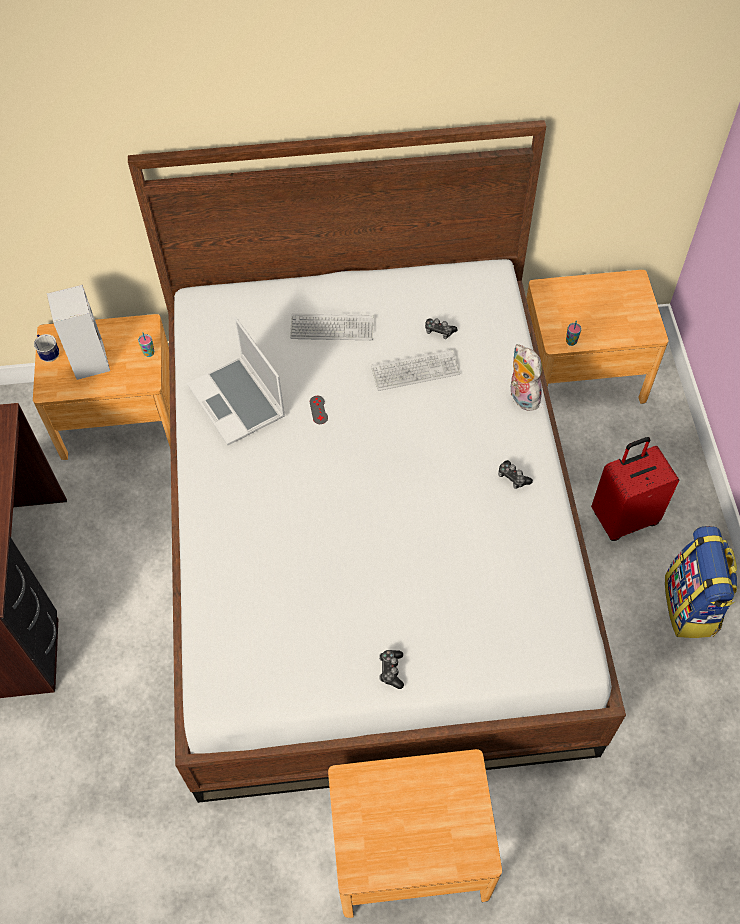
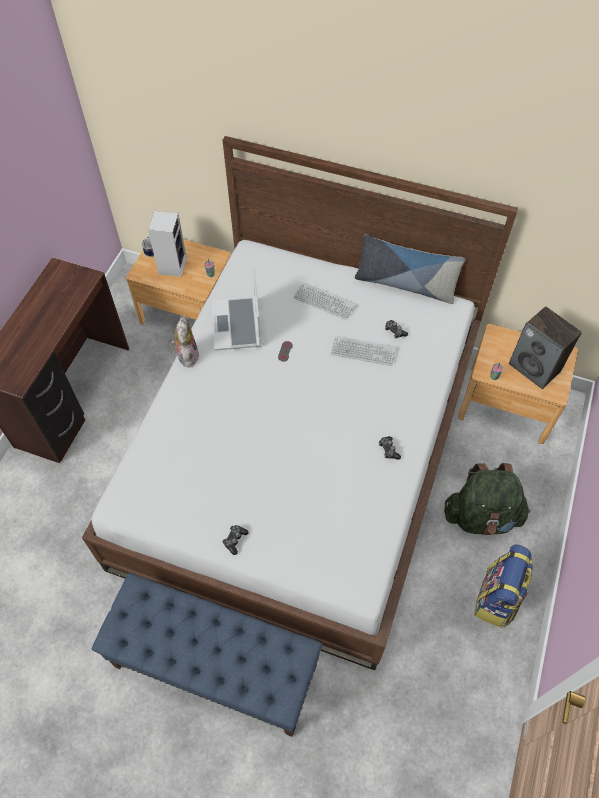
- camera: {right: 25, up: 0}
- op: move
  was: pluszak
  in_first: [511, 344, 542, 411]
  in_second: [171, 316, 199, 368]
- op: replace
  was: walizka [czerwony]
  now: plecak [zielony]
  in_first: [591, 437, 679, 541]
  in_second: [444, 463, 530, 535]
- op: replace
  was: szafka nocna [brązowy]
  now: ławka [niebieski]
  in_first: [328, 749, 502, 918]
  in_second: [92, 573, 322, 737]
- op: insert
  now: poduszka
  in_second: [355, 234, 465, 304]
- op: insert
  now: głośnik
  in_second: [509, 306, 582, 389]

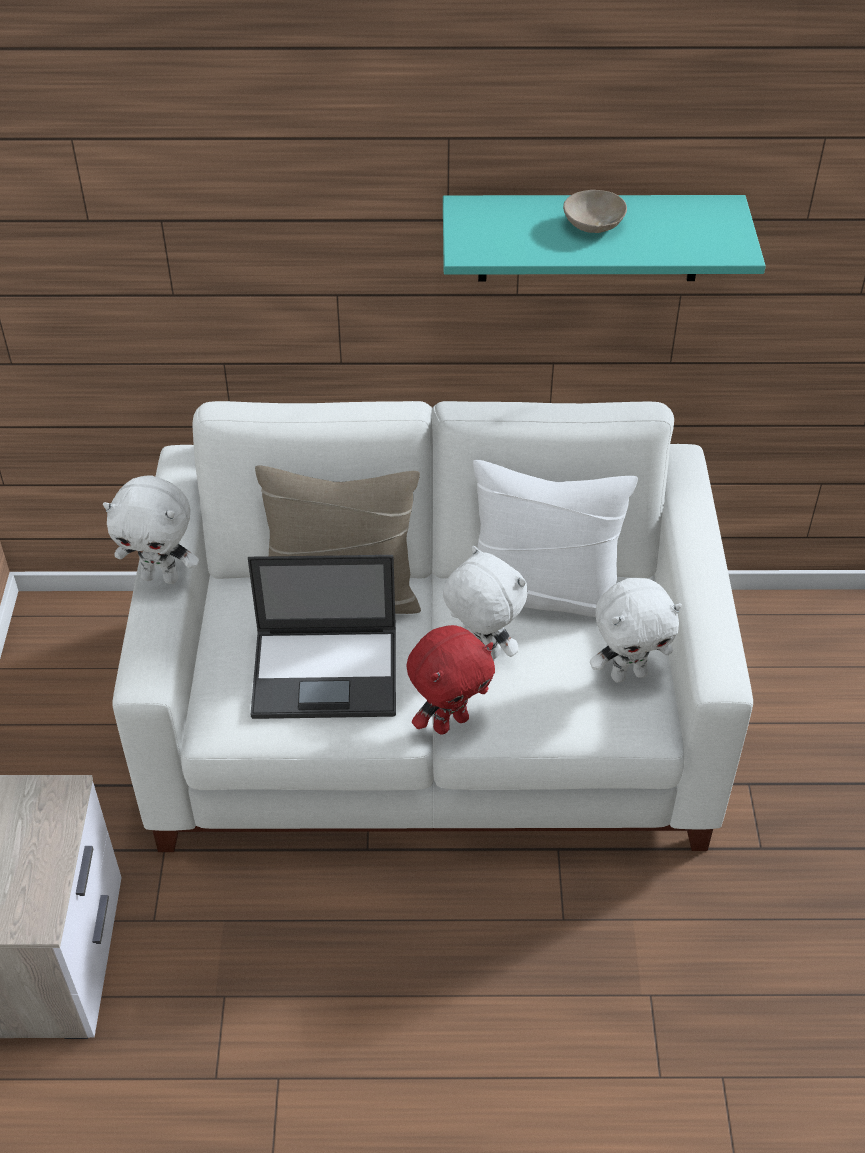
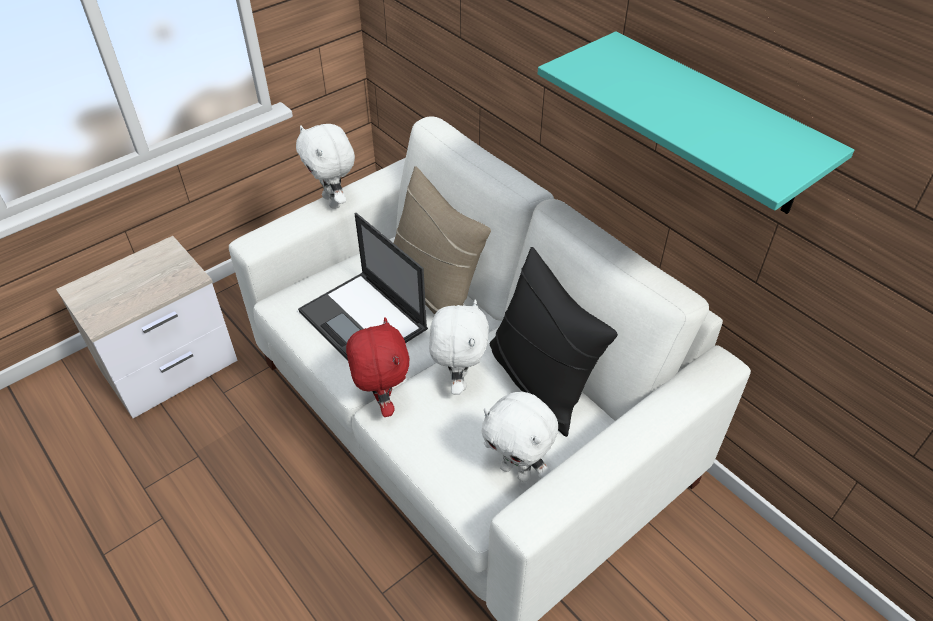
- camera: {right: 50, up: 0}
- op: delete
  was: miska [beżowy]
  in_first: [563, 190, 627, 233]
- op: recolor
  was: poduszka [biały]
  now: poduszka [czarny]
  in_first: [473, 460, 638, 617]
  in_second: [489, 247, 618, 437]
- op: rotate
  was: pluszak [czerwony]
  in_first: [407, 625, 495, 735]
  in_second: [346, 317, 410, 417]
  clockwise: -120

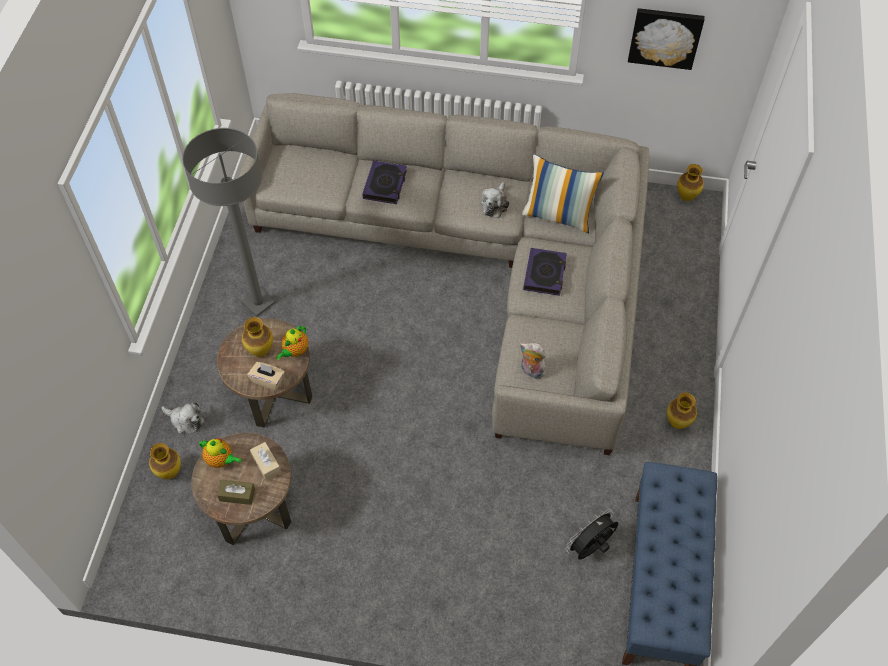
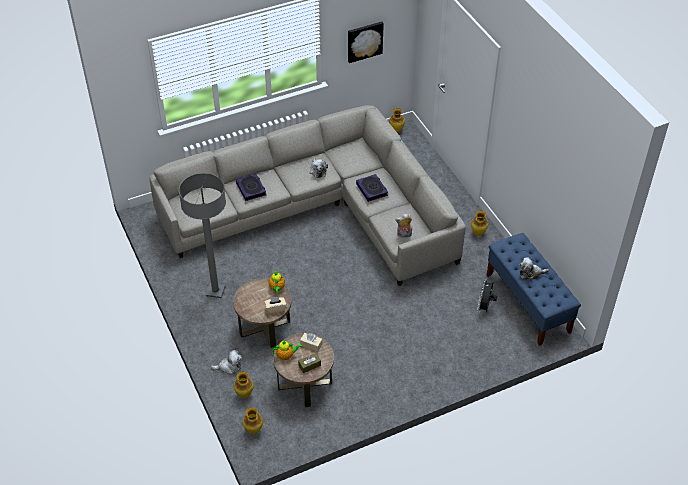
- camera: {right: -35, up: -10}
- op: delete
  was: poduszka
  in_first: [522, 154, 604, 233]
- op: move
  was: wazon
  in_first: [242, 317, 273, 357]
  in_second: [243, 407, 263, 434]
- op: insert
  now: pluszak
  in_second: [520, 257, 549, 281]

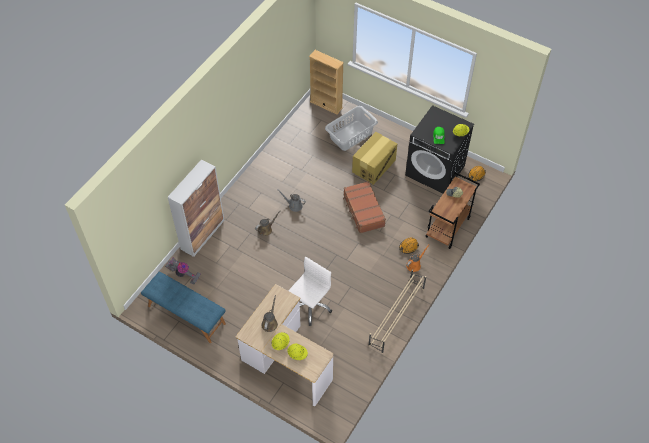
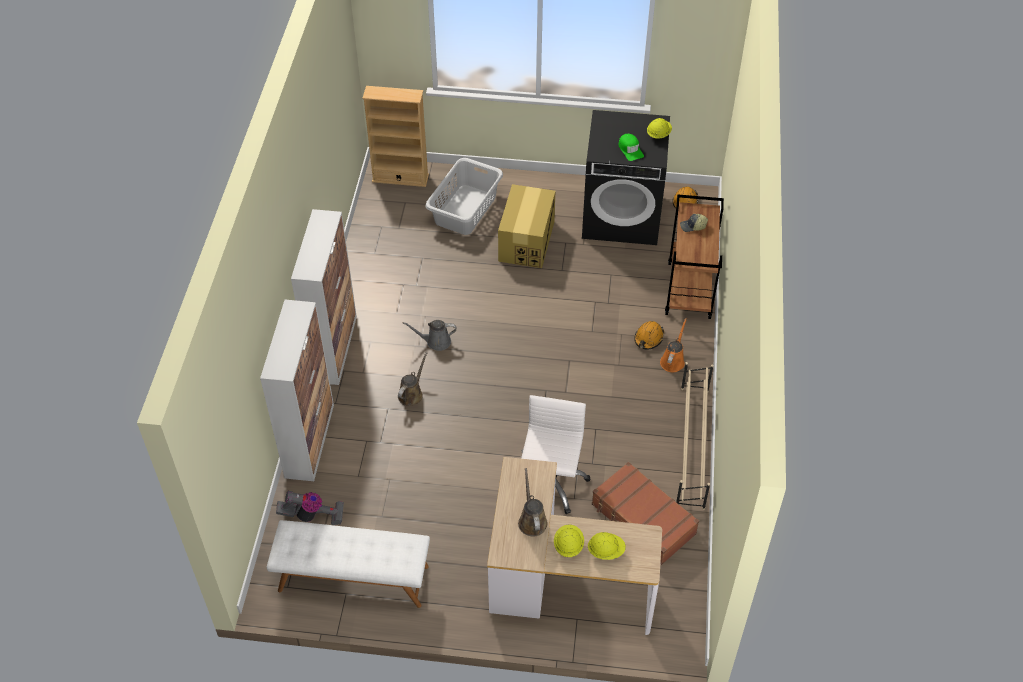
- camera: {right: -25, up: -5}
- op: move
  was: walizka [brązowy]
  in_first: [343, 181, 386, 233]
  in_second: [592, 462, 699, 565]
- op: recolor
  was: ławka [niebieski]
  now: ławka [biały]
  in_first: [141, 271, 226, 343]
  in_second: [266, 520, 430, 608]
- op: insert
  now: szafka
  in_second: [291, 209, 357, 385]

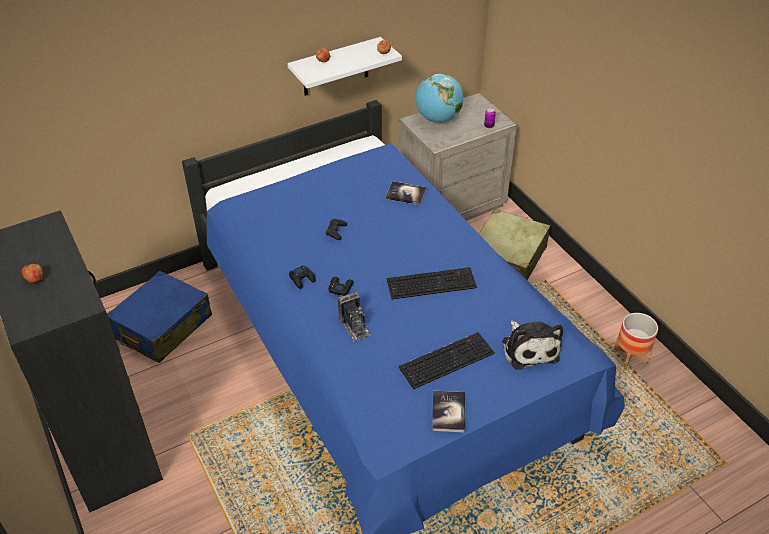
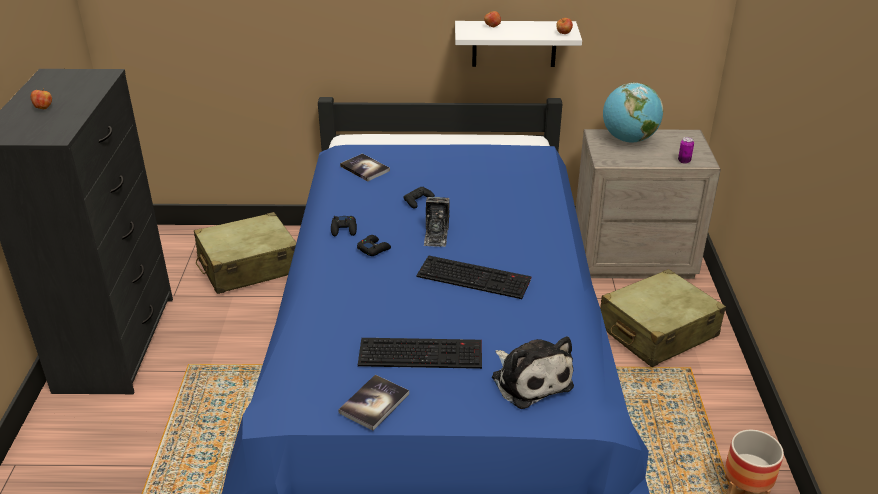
- camera: {right: 30, up: -10}
- op: move
  was: książka
  in_first: [386, 181, 427, 205]
  in_second: [340, 153, 390, 182]
- op: recolor
  was: walizka [niebieski]
  now: walizka [beżowy]
  in_first: [107, 271, 212, 363]
  in_second: [194, 212, 296, 294]
- op: move
  was: aparat fotograficzny
  in_first: [338, 292, 371, 342]
  in_second: [423, 197, 450, 247]
- op: rotate
  was: pluszak
  in_first: [502, 320, 563, 370]
  in_second: [492, 336, 574, 409]
  clockwise: -45

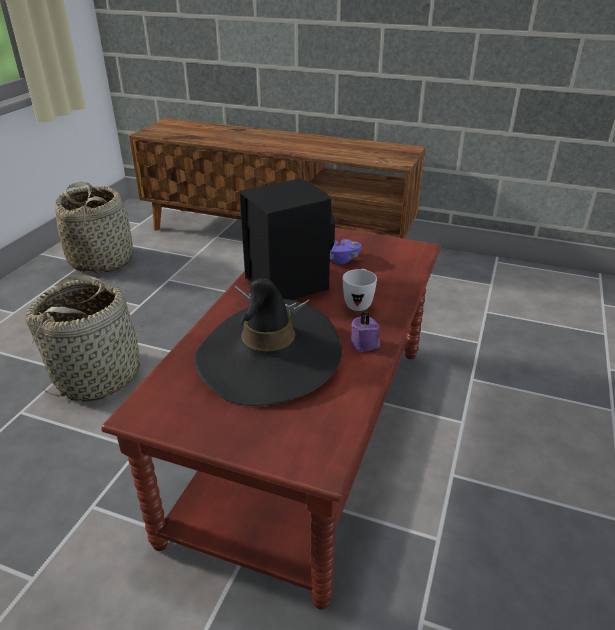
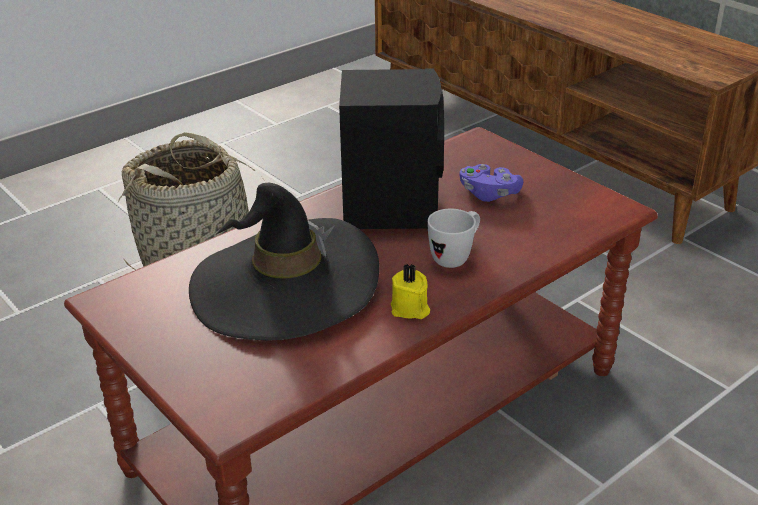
- camera: {right: 30, up: 0}
- op: delete
  was: koszyk
  in_first: [55, 182, 133, 273]
- op: recolor
  was: świeca [fioletowy]
  now: świeca [żółty]
  in_first: [349, 311, 380, 352]
  in_second: [391, 263, 430, 319]

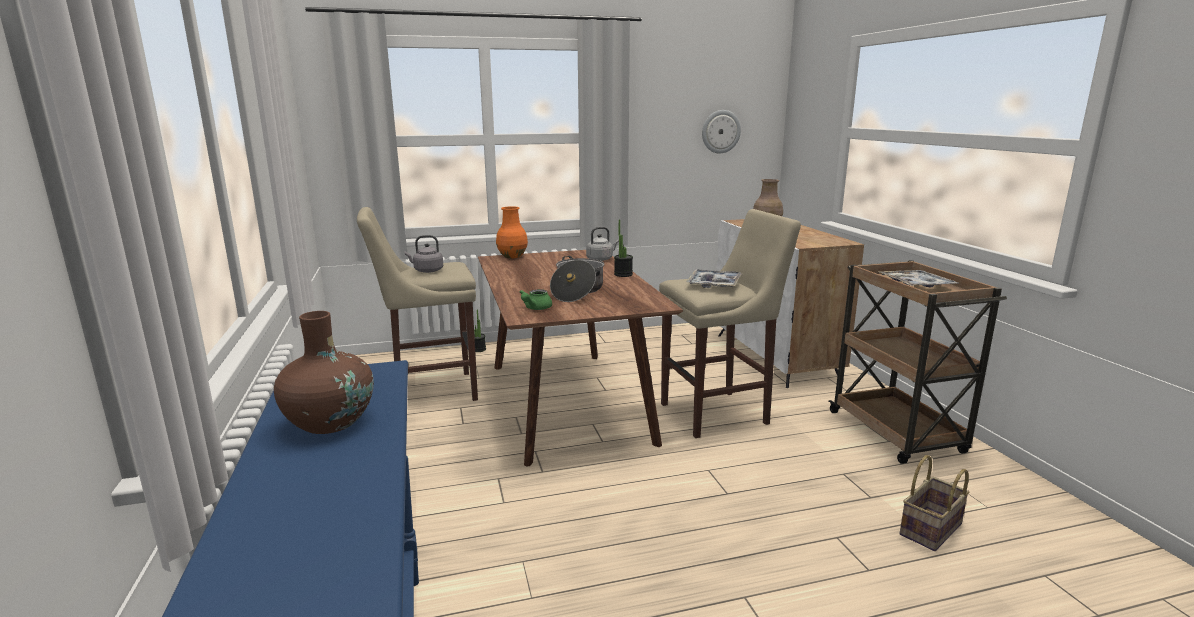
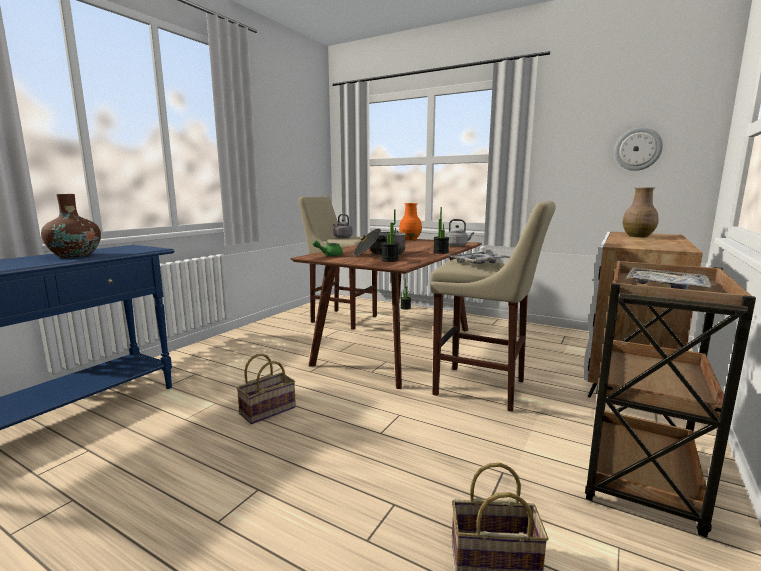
- camera: {right: 45, up: -5}
- op: insert
  now: roślina doniczkowa
  in_second: [381, 209, 399, 262]
- op: insert
  now: koszyk
  in_second: [236, 354, 296, 424]

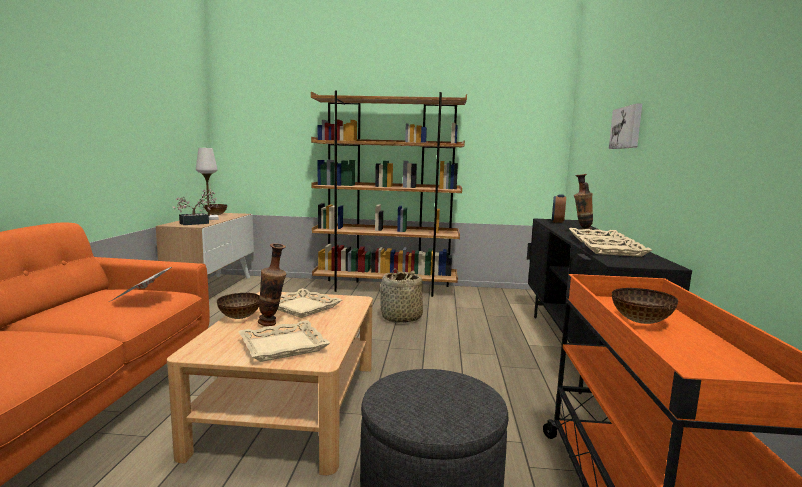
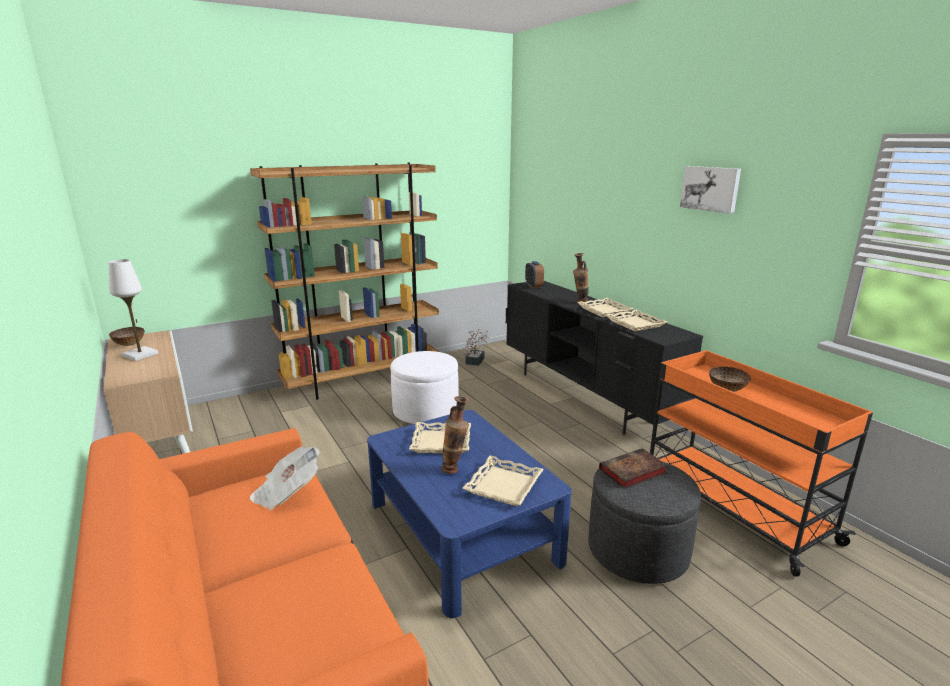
- camera: {right: -35, up: 10}
- op: move
  was: obraz
  in_first: [609, 103, 642, 149]
  in_second: [680, 166, 741, 214]
- op: move
  was: roślina doniczkowa
  in_first: [172, 189, 218, 225]
  in_second: [465, 329, 489, 366]
- op: replace
  was: koszyk
  now: pufa [biały]
  in_first: [380, 269, 423, 323]
  in_second: [390, 351, 459, 424]
- op: recolor
  was: ława [beżowy]
  now: ława [niebieski]
  in_first: [167, 292, 373, 475]
  in_second: [367, 410, 572, 618]
- op: delete
  was: miska
  in_first: [217, 293, 260, 319]
- op: insert
  now: książka
  in_second: [599, 448, 668, 489]

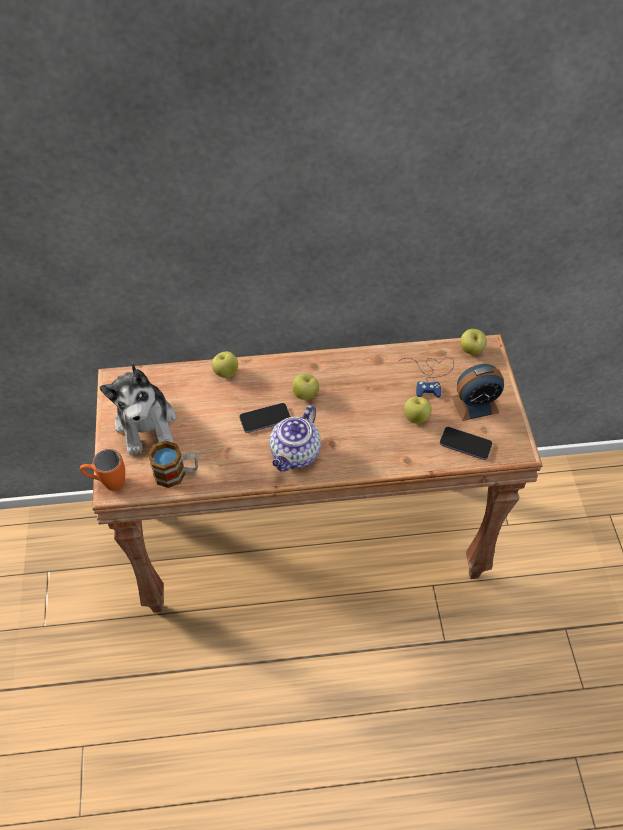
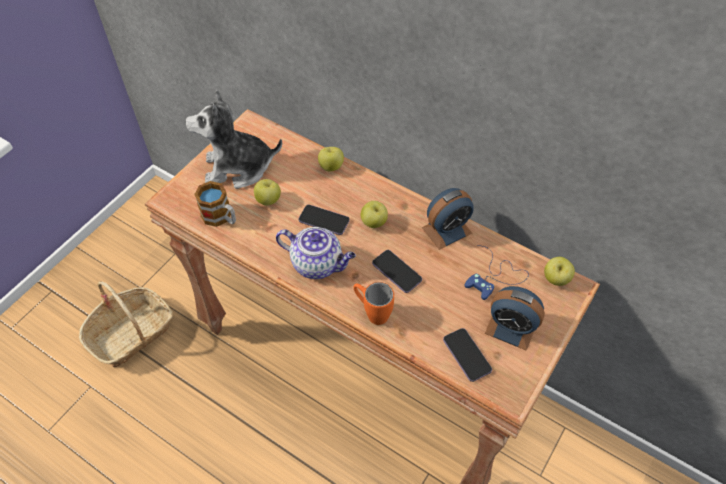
- camera: {right: 40, up: 0}
- op: rotate
  was: pluszak
  in_first: [100, 362, 176, 456]
  in_second: [185, 90, 282, 189]
  clockwise: 60
- op: move
  was: jabłko
  in_first: [404, 397, 432, 423]
  in_second: [254, 179, 281, 205]
- op: rotate
  was: imbryk
  in_first: [269, 405, 321, 472]
  in_second: [276, 227, 356, 279]
  clockwise: -135
- op: move
  was: kubek [pomarańczowy]
  in_first: [80, 449, 125, 491]
  in_second: [353, 282, 394, 325]
- op: insert
  now: budzik
  in_second: [422, 188, 474, 250]
- op: insert
  now: telefon
  in_second: [372, 250, 422, 293]
- op: insert
  now: koszyk
  in_second: [79, 281, 173, 367]

